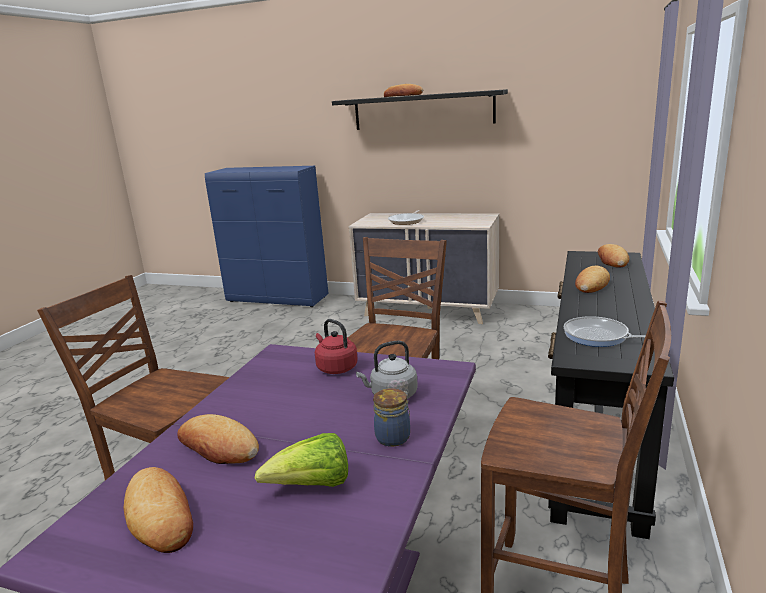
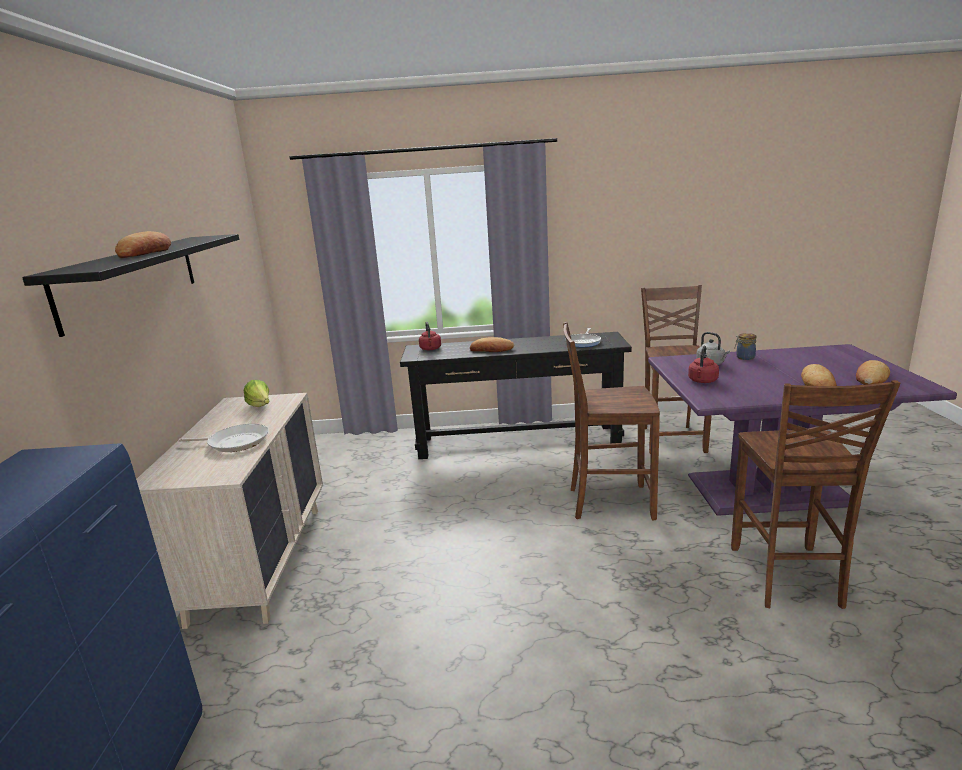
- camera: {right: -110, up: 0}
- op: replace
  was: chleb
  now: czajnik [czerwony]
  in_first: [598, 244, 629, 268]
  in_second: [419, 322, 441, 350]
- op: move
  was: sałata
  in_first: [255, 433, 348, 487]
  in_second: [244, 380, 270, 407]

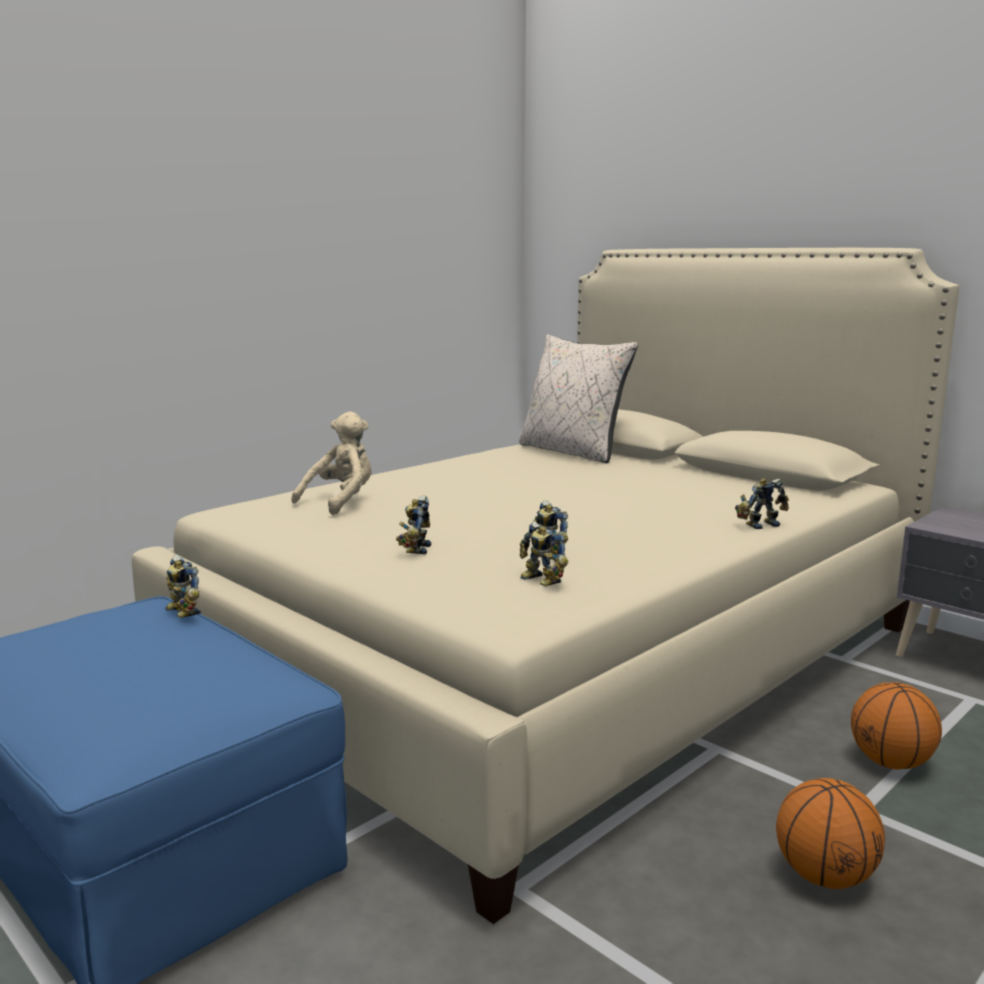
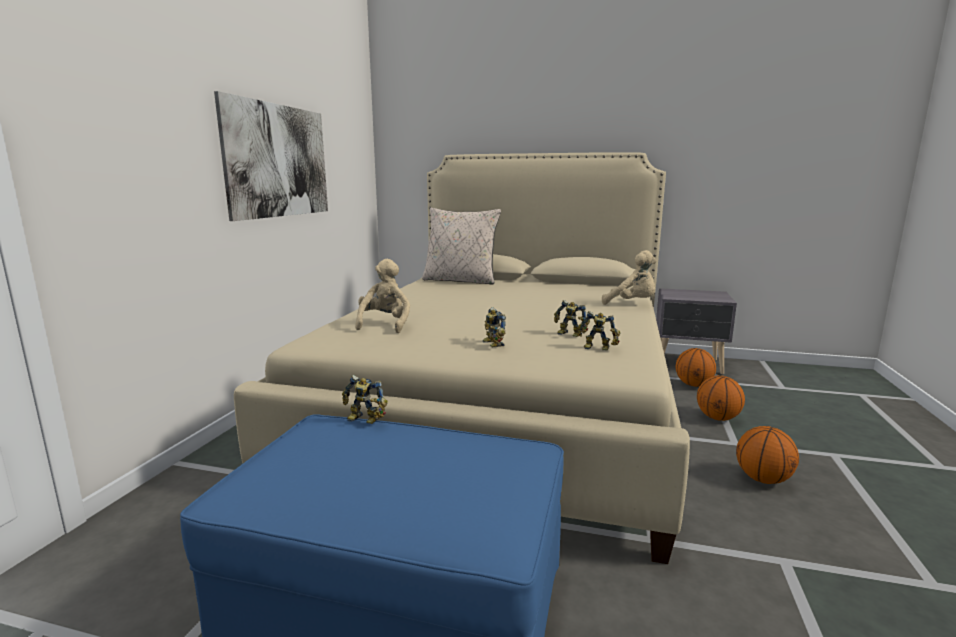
- camera: {right: -30, up: 0}
- op: replace
  was: robot zabawkowy
  now: pluszak [beżowy]
  in_first: [735, 478, 789, 529]
  in_second: [602, 250, 656, 305]
- op: insert
  now: obraz
  in_second: [214, 91, 328, 221]
- op: insert
  now: piłka do koszykówki
  in_second: [676, 348, 716, 387]

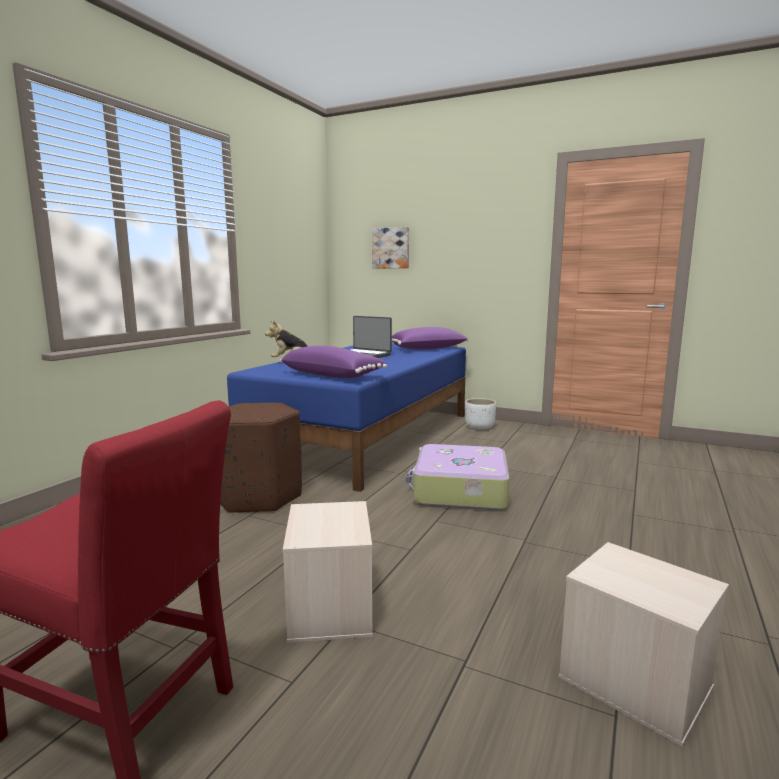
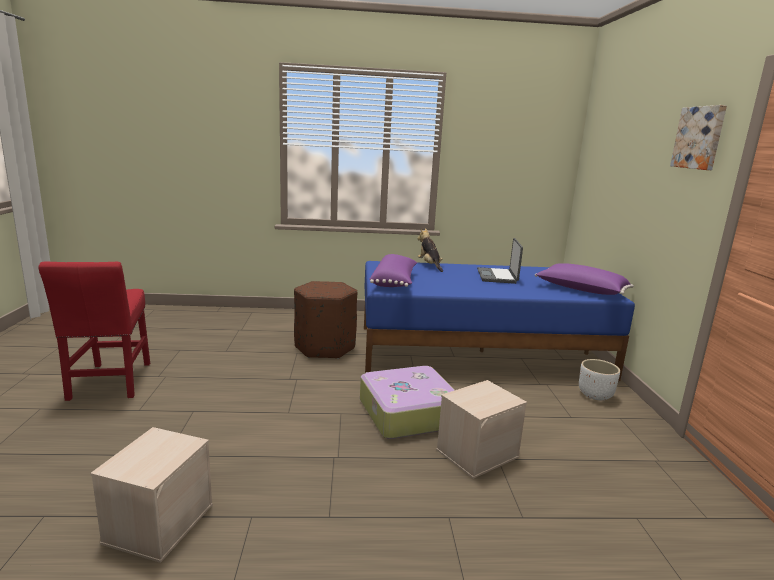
- camera: {right: 60, up: 5}
- op: move
  was: obraz
  in_first: [372, 227, 409, 269]
  in_second: [670, 105, 727, 170]
- op: move
  was: pojemnik do przechowywania [beżowy]
  in_first: [283, 501, 373, 643]
  in_second: [436, 380, 527, 479]

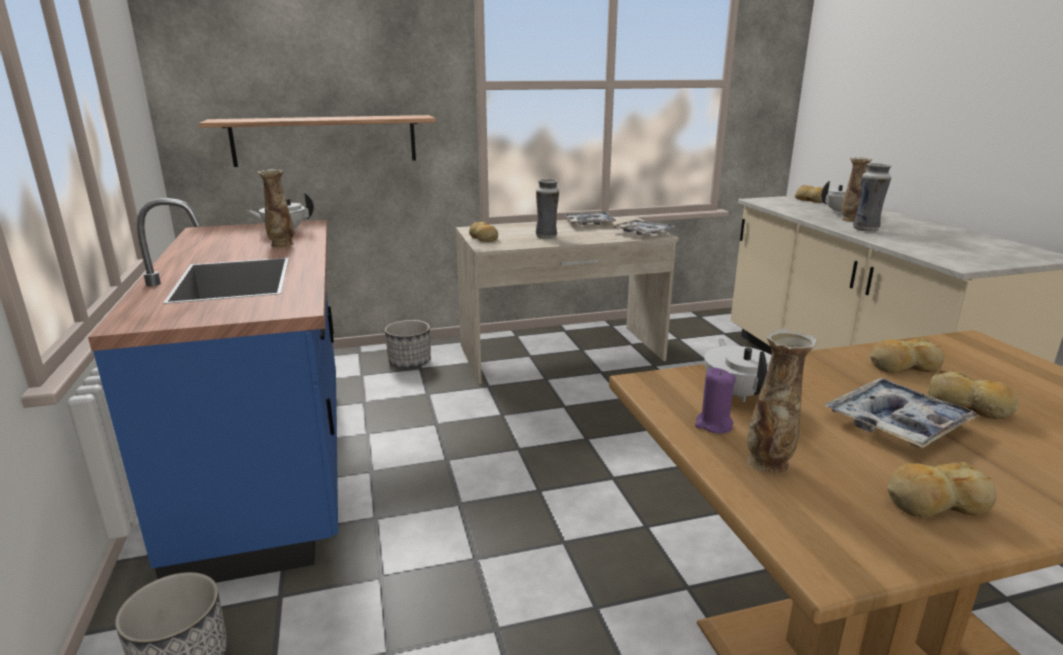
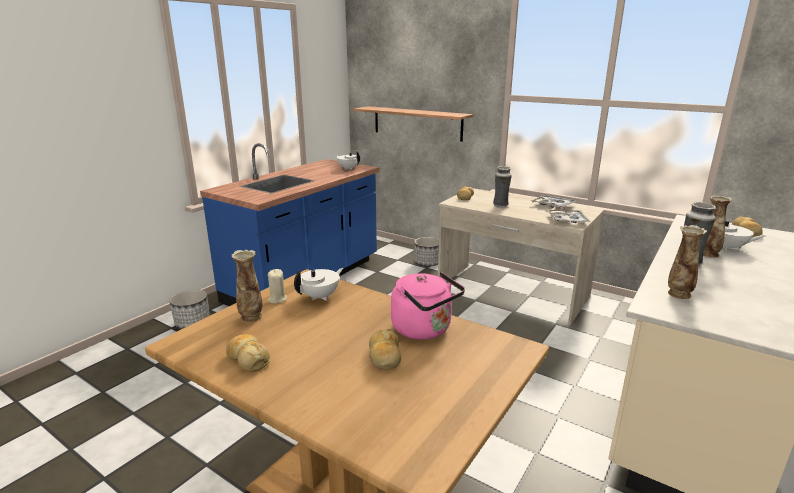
- camera: {right: 50, up: 0}
- op: move
  was: wazon
  in_first: [257, 169, 294, 248]
  in_second: [668, 225, 707, 299]
- op: replace
  was: chleb
  now: czajnik [różowy]
  in_first: [870, 338, 944, 374]
  in_second: [391, 272, 465, 340]
- op: recolor
  was: świeca [fioletowy]
  now: świeca [beżowy]
  in_first: [695, 368, 736, 434]
  in_second: [268, 269, 287, 304]
- op: delete
  was: taca
  in_first: [825, 378, 980, 448]

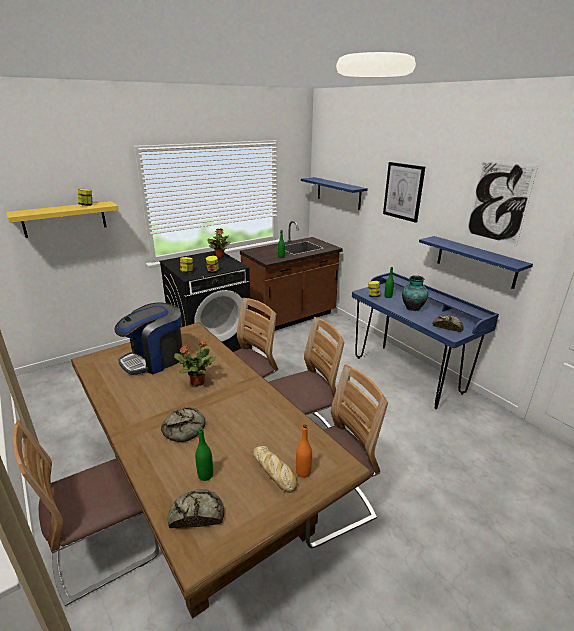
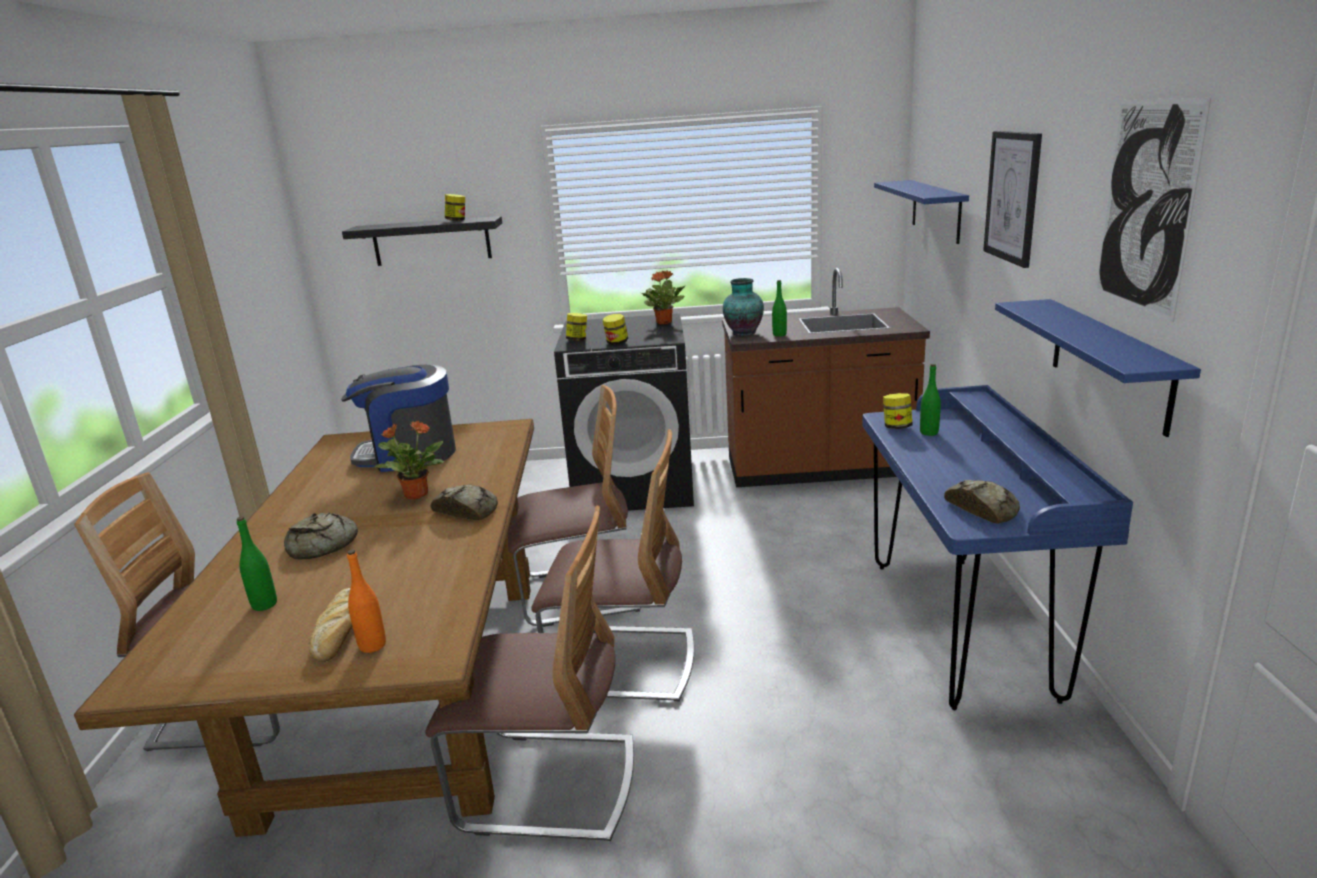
- camera: {right: 35, up: -5}
- op: recolor
  was: półka [żółty]
  now: półka [czarny]
  in_first: [6, 201, 119, 238]
  in_second: [342, 216, 502, 266]
- op: move
  was: wazon
  in_first: [402, 275, 428, 311]
  in_second: [723, 278, 764, 336]
- op: move
  was: chleb
  in_first: [167, 489, 224, 528]
  in_second: [431, 484, 498, 521]

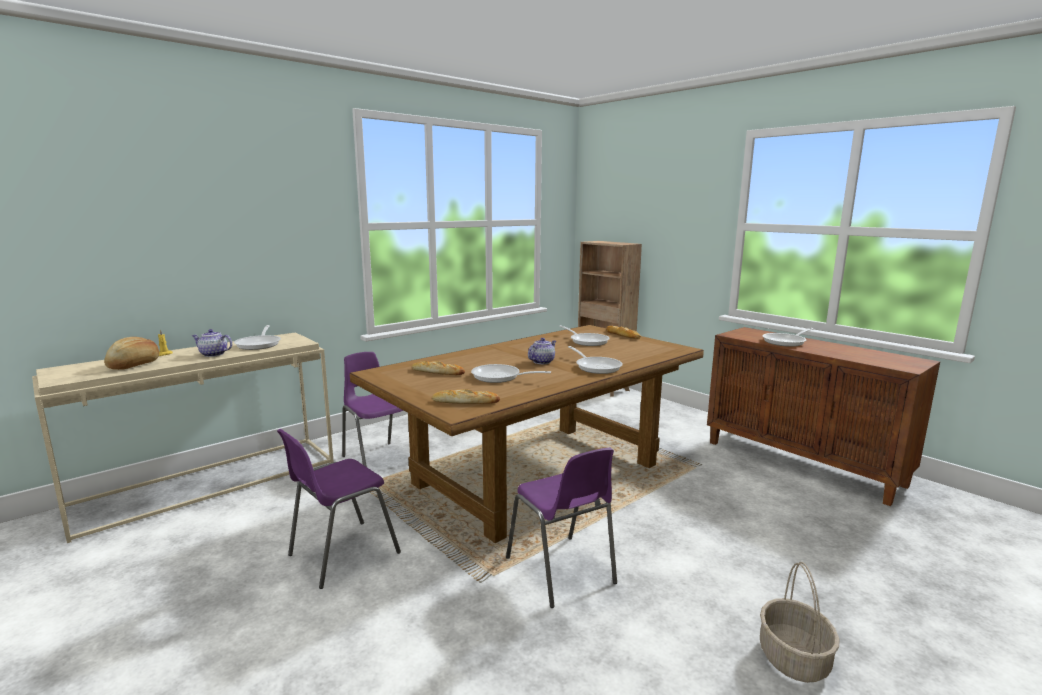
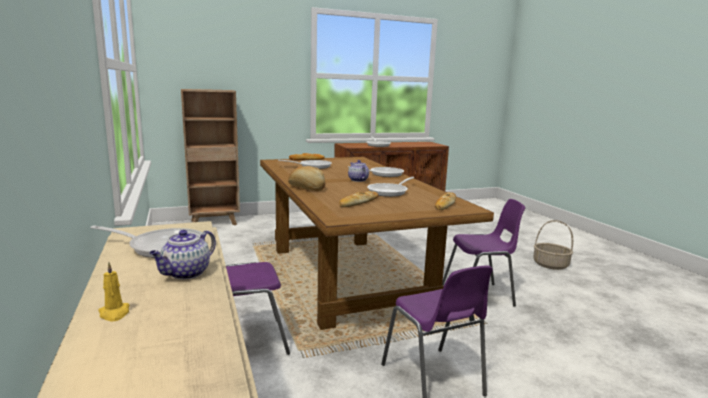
- camera: {right: -70, up: 0}
- op: move
  was: chleb
  in_first: [104, 337, 159, 370]
  in_second: [288, 166, 326, 191]

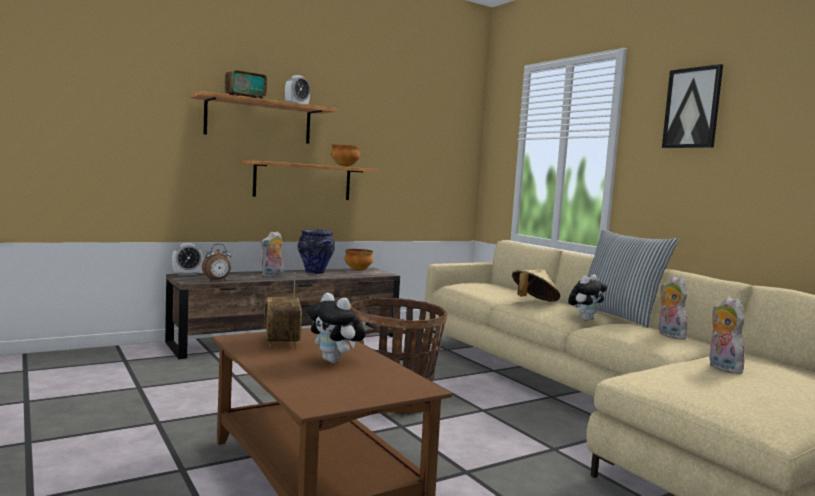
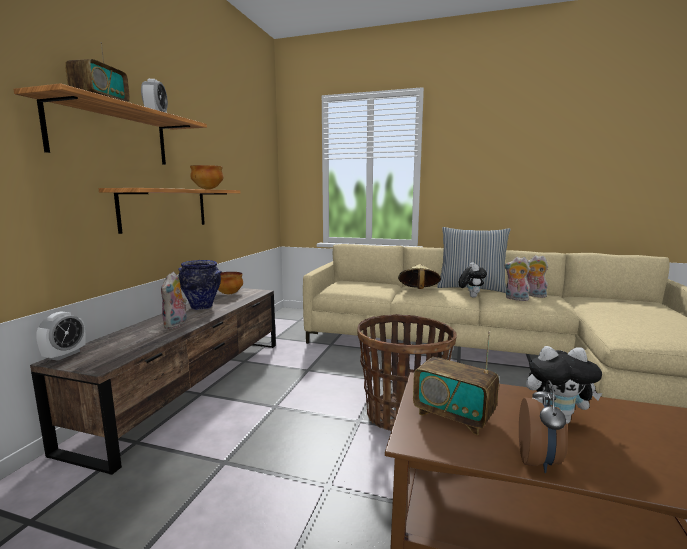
- camera: {right: -40, up: 5}
- op: delete
  was: obraz
  in_first: [662, 64, 723, 148]
- op: move
  was: budzik
  in_first: [202, 244, 231, 281]
  in_second: [519, 380, 568, 473]
- op: move
  was: pluszak
  in_first: [709, 297, 745, 374]
  in_second: [504, 257, 530, 301]

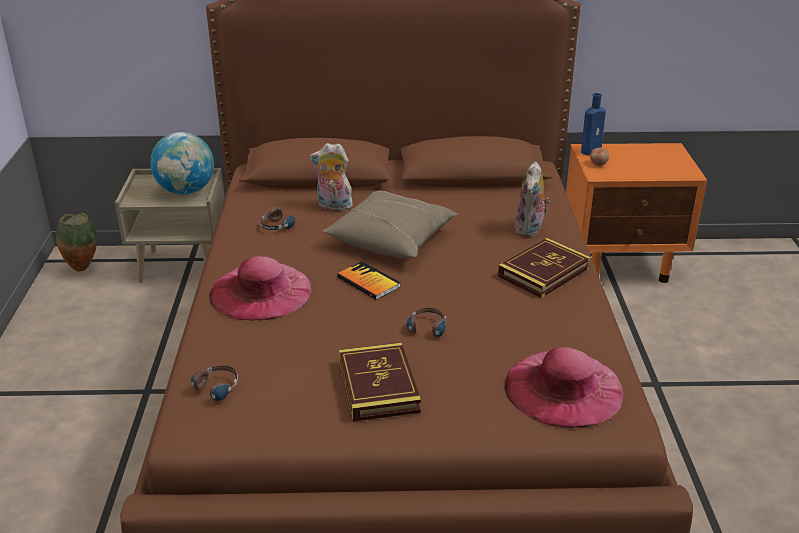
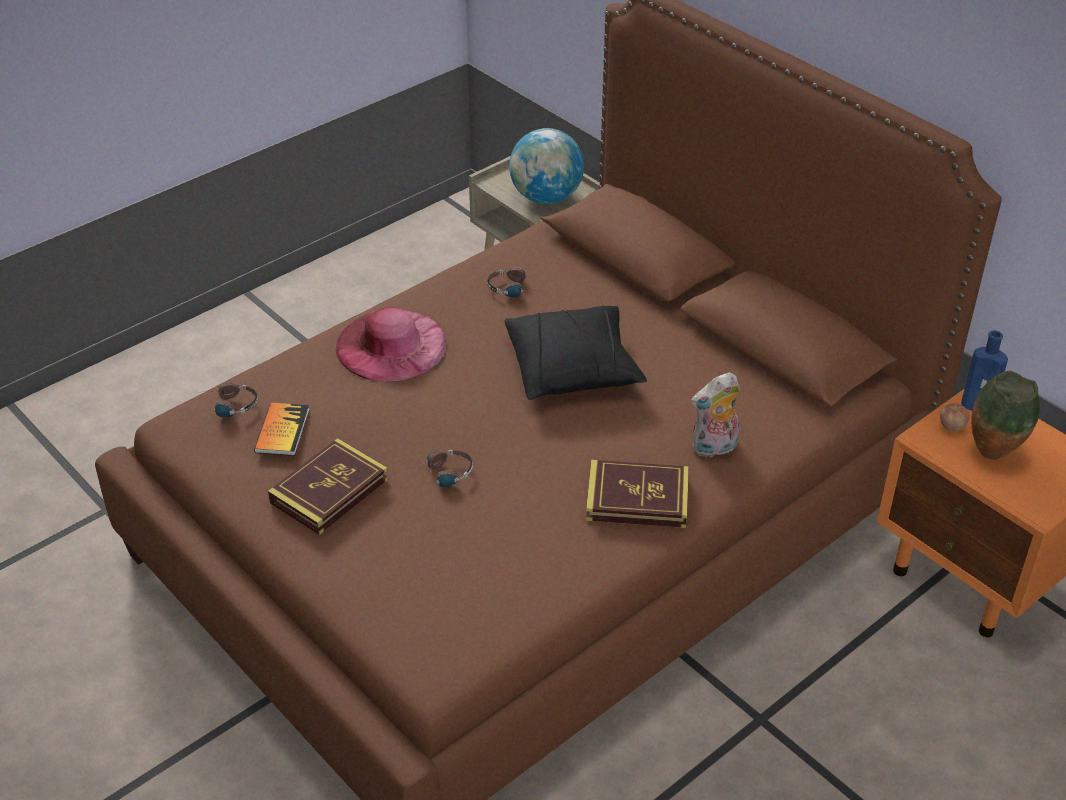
- camera: {right: 50, up: 10}
- op: delete
  was: pluszak
  in_first: [310, 143, 353, 211]
- op: recolor
  was: poduszka [beżowy]
  now: poduszka [czarny]
  in_first: [323, 190, 458, 259]
  in_second: [505, 305, 647, 400]
- op: move
  was: wazon
  in_first: [56, 213, 97, 272]
  in_second: [971, 371, 1040, 460]
- op: move
  was: książka
  in_first: [337, 261, 401, 300]
  in_second: [254, 403, 310, 456]
- op: delete
  was: kapelusz [różowy]
  in_first: [504, 347, 624, 428]

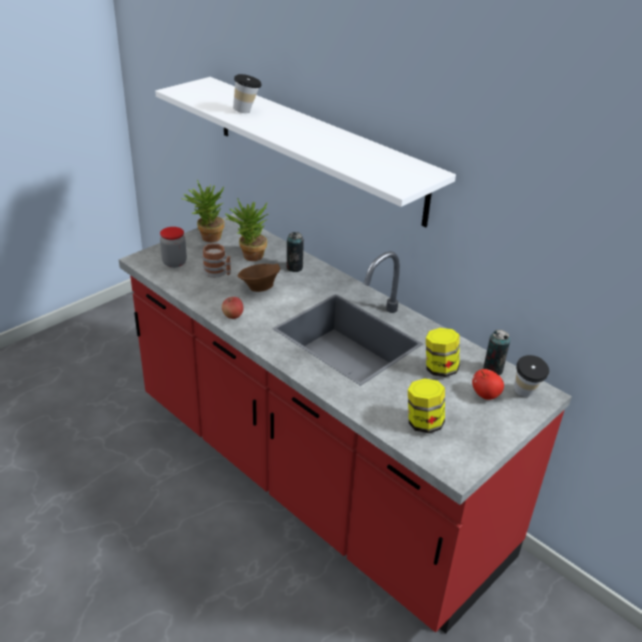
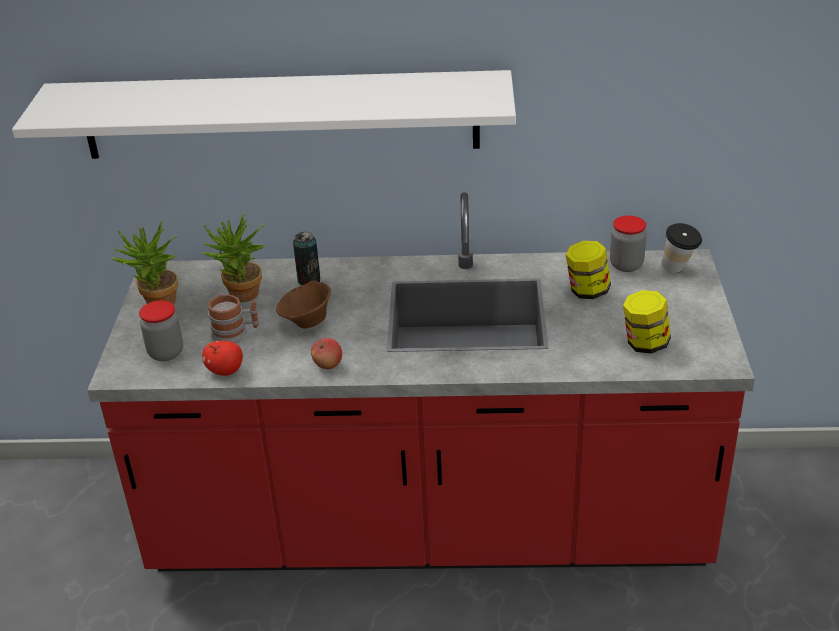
- camera: {right: -40, up: 0}
- op: delete
  was: filiżanka
  in_first: [233, 74, 262, 113]
- op: replace
  was: puszka
  now: słoik
  in_first: [483, 330, 510, 375]
  in_second: [610, 216, 647, 272]
- op: move
  was: jabłko
  in_first: [472, 369, 504, 400]
  in_second: [202, 341, 243, 376]

